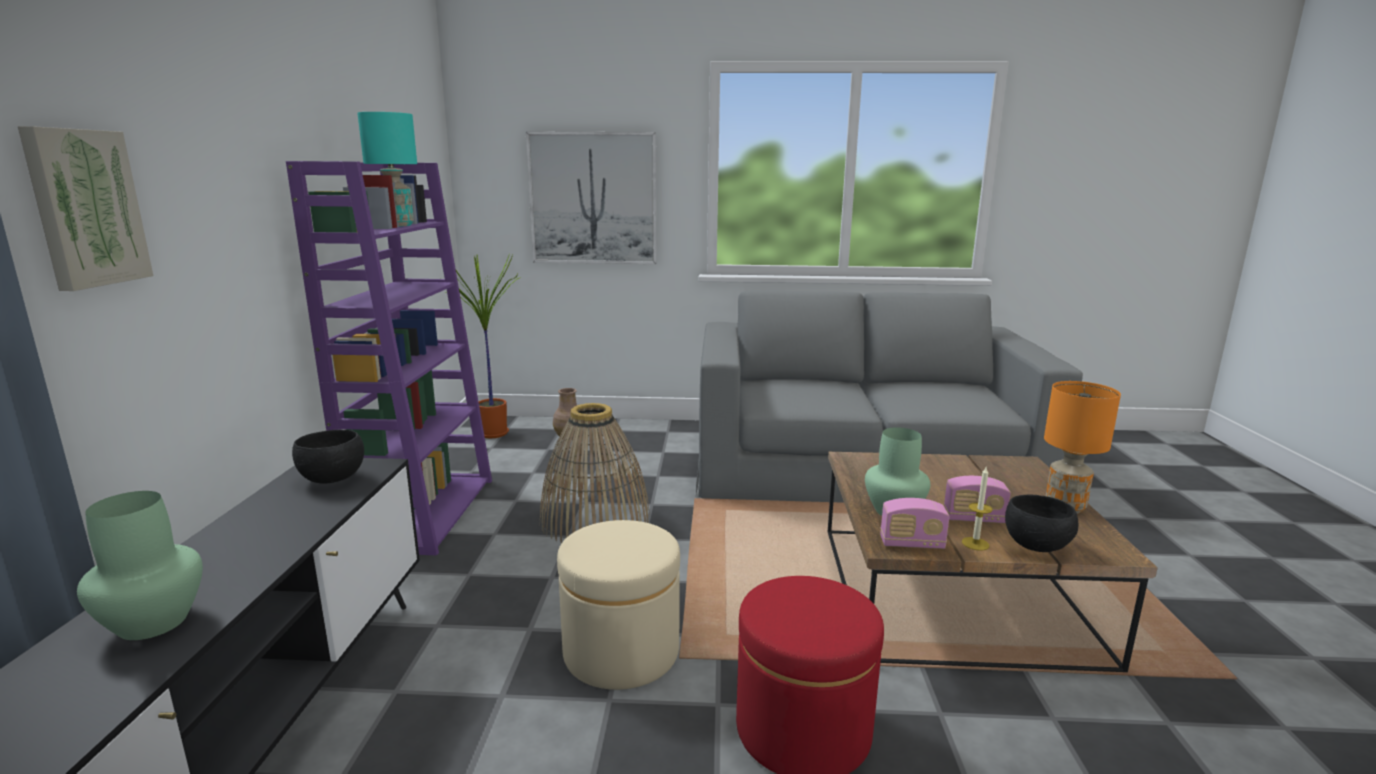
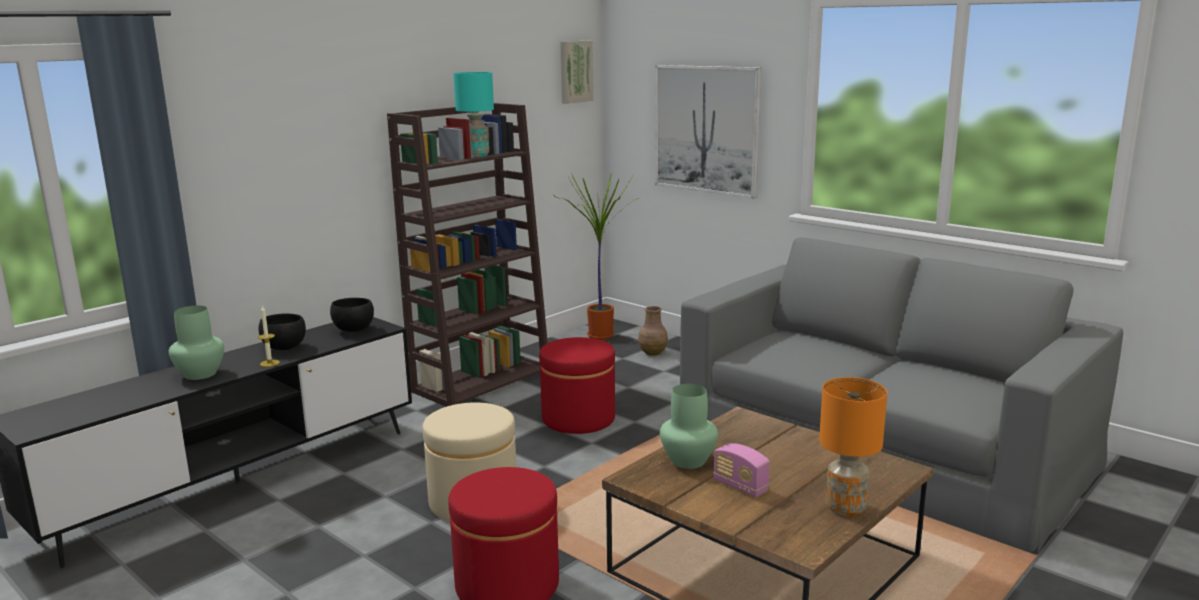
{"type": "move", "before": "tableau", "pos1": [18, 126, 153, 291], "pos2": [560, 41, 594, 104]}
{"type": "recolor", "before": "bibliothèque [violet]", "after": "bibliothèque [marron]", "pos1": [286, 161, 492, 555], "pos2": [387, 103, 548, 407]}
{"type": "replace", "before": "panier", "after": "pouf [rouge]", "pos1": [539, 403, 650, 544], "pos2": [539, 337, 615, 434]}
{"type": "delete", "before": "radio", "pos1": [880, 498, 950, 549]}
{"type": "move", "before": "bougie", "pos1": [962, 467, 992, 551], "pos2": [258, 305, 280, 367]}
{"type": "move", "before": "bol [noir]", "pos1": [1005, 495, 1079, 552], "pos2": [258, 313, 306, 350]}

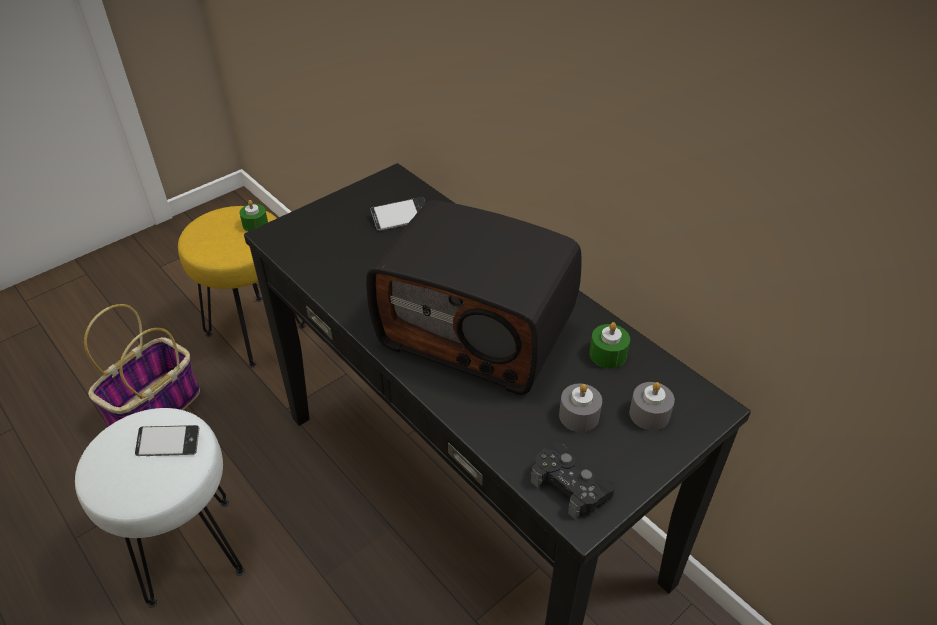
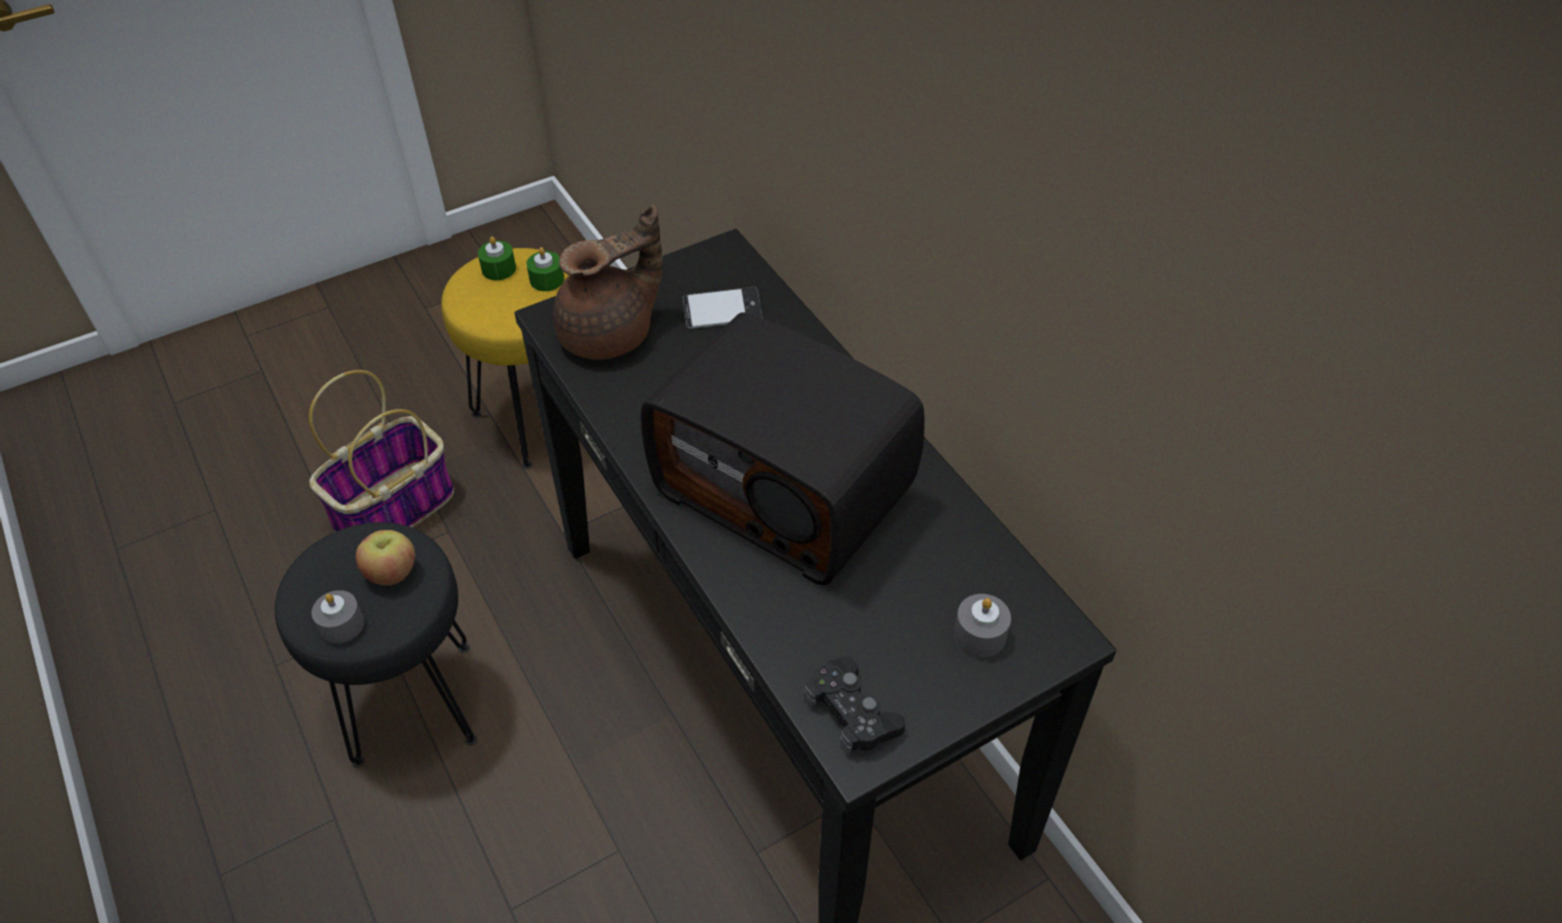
{"type": "recolor", "before": "tabouret [blanc]", "after": "tabouret [noir]", "pos1": [75, 408, 245, 608], "pos2": [275, 522, 477, 768]}
{"type": "replace", "before": "téléphone", "after": "pomme", "pos1": [135, 425, 199, 456], "pos2": [356, 530, 415, 585]}
{"type": "move", "before": "bougie [gris]", "pos1": [559, 383, 602, 432], "pos2": [312, 590, 364, 643]}
{"type": "move", "before": "bougie [vert]", "pos1": [589, 322, 630, 368], "pos2": [478, 236, 516, 280]}
{"type": "insert", "after": "théière [marron]", "pos2": [553, 205, 663, 360]}

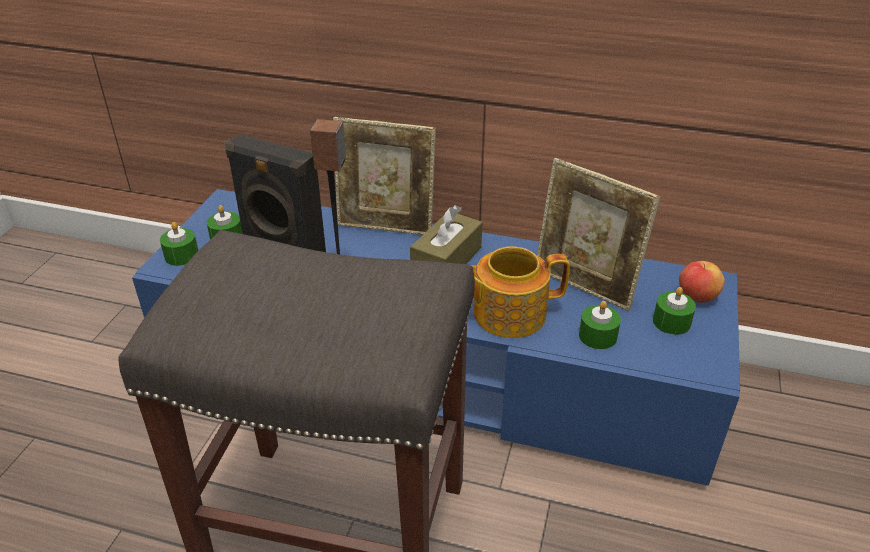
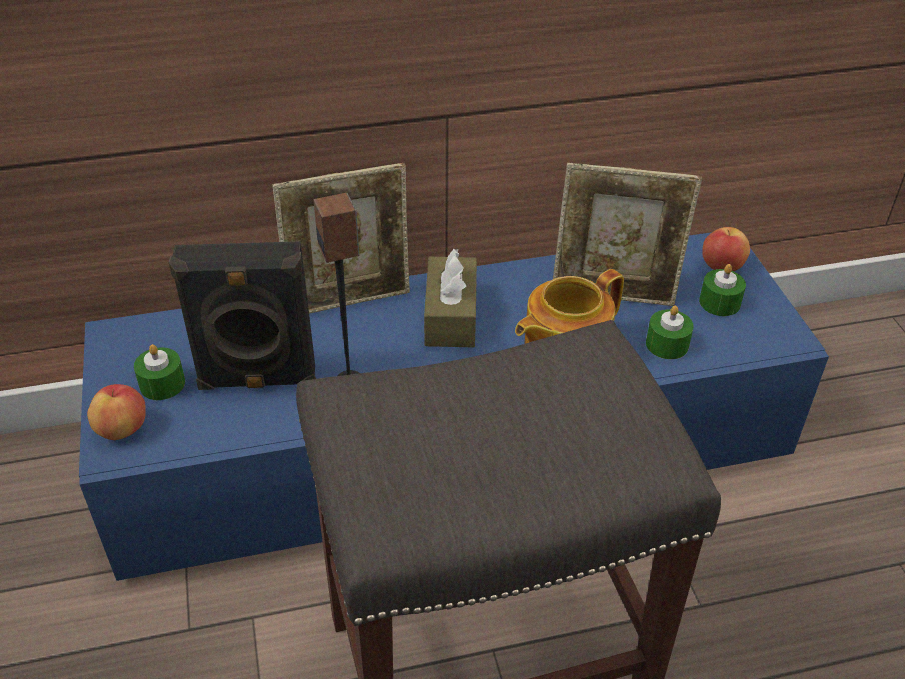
{"type": "replace", "before": "bougie [vert]", "after": "pomme", "pos1": [160, 222, 198, 266], "pos2": [87, 384, 146, 440]}

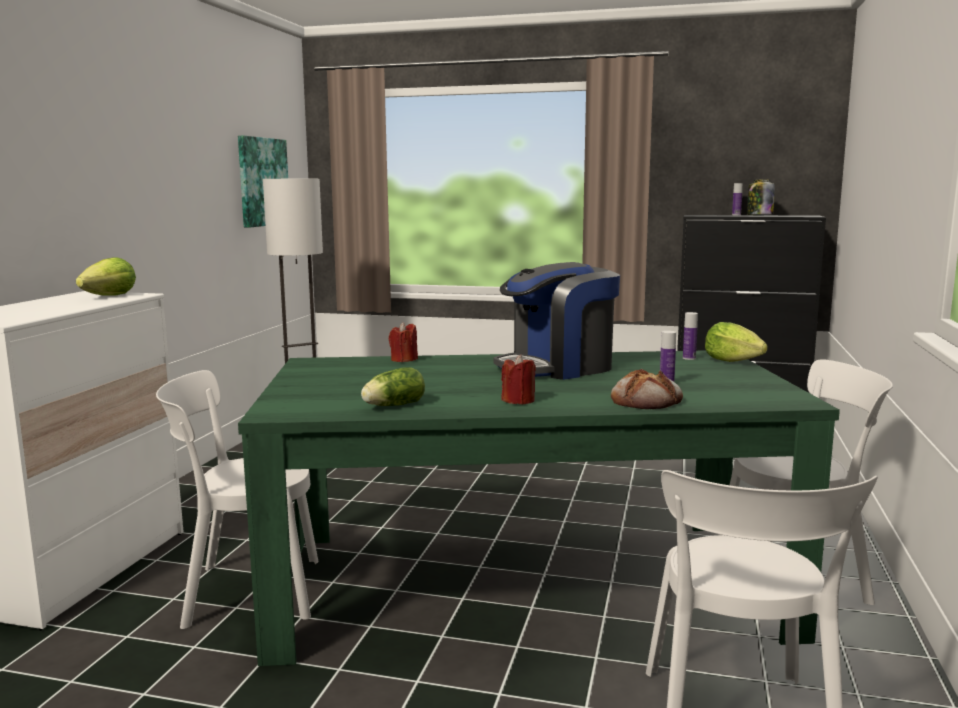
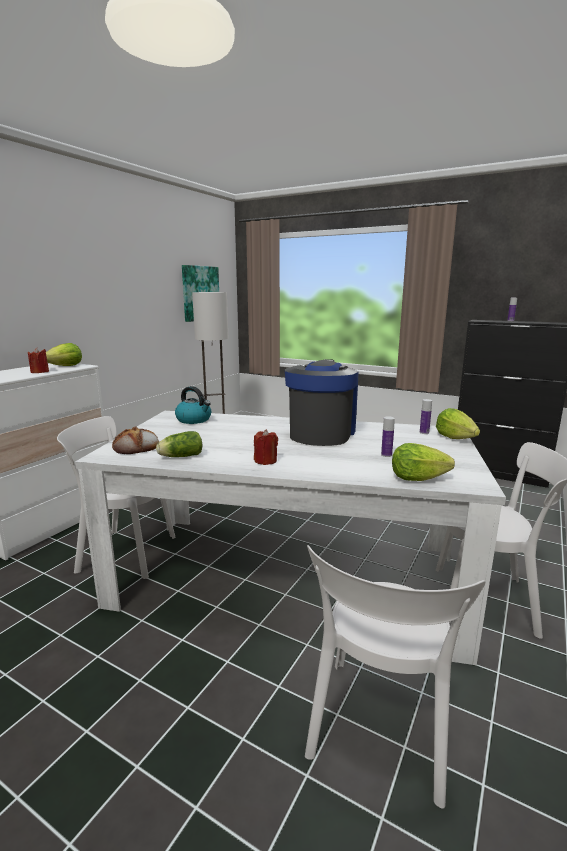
{"type": "recolor", "before": "table à manger [vert]", "after": "table à manger [blanc]", "pos1": [238, 350, 840, 666], "pos2": [75, 411, 506, 665]}
{"type": "move", "before": "bougie [rouge]", "pos1": [389, 322, 418, 362], "pos2": [28, 348, 49, 373]}
{"type": "rotate", "before": "machine à café", "pos1": [493, 262, 620, 380], "pos2": [285, 359, 358, 446], "turn": 120}
{"type": "move", "before": "pain", "pos1": [611, 369, 683, 409], "pos2": [112, 426, 159, 454]}
{"type": "delete", "before": "bocal", "pos1": [747, 179, 775, 215]}
{"type": "insert", "after": "bouilloire", "pos2": [175, 386, 211, 424]}
{"type": "insert", "after": "laitue", "pos2": [392, 443, 455, 481]}

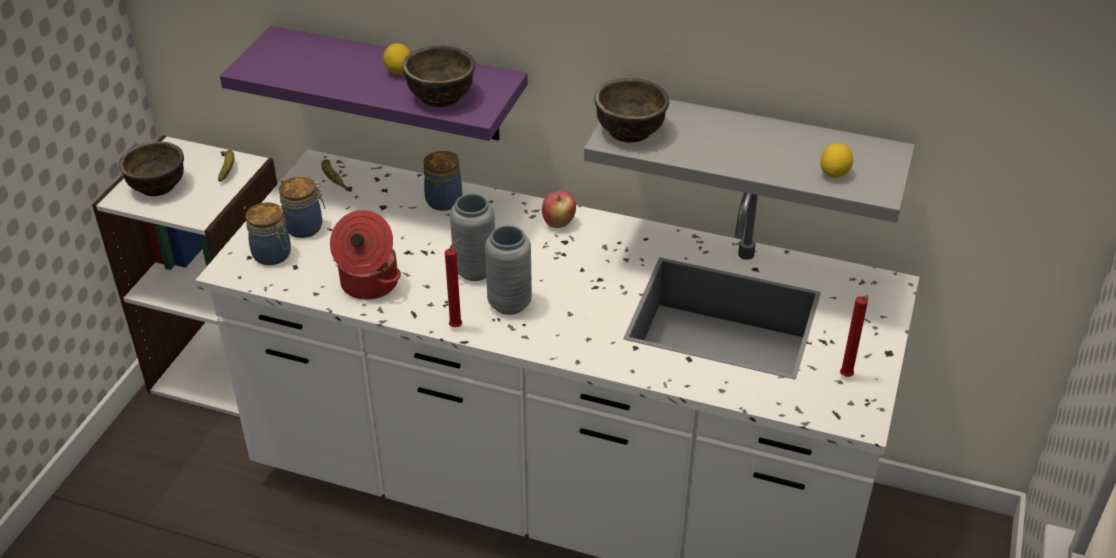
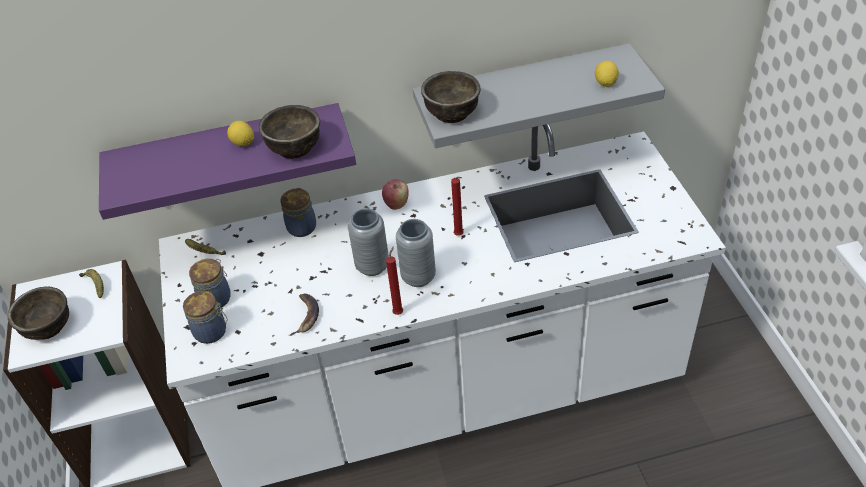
{"type": "replace", "before": "marmite", "after": "banane", "pos1": [330, 210, 401, 300], "pos2": [289, 294, 319, 336]}
{"type": "move", "before": "bougie [rouge]", "pos1": [840, 296, 869, 377], "pos2": [451, 177, 464, 236]}

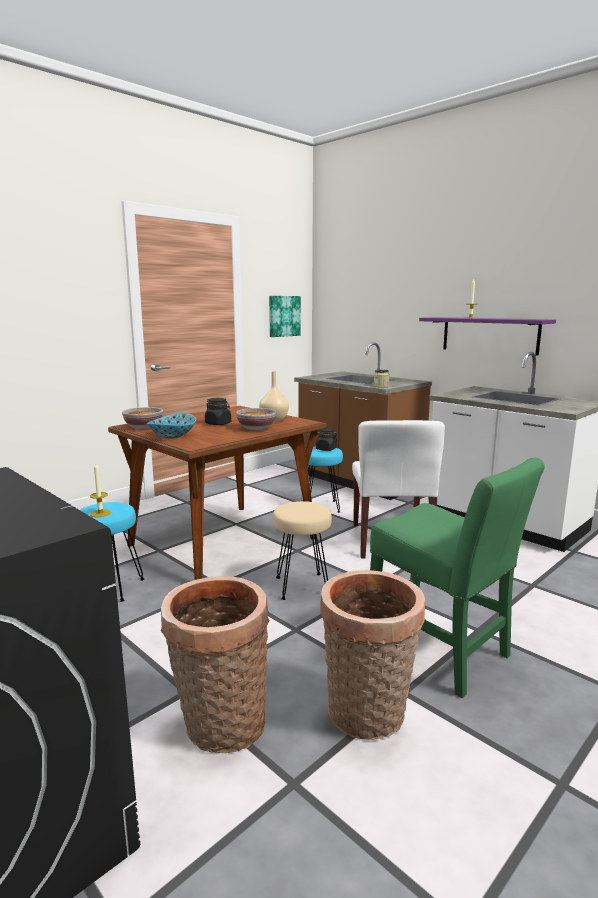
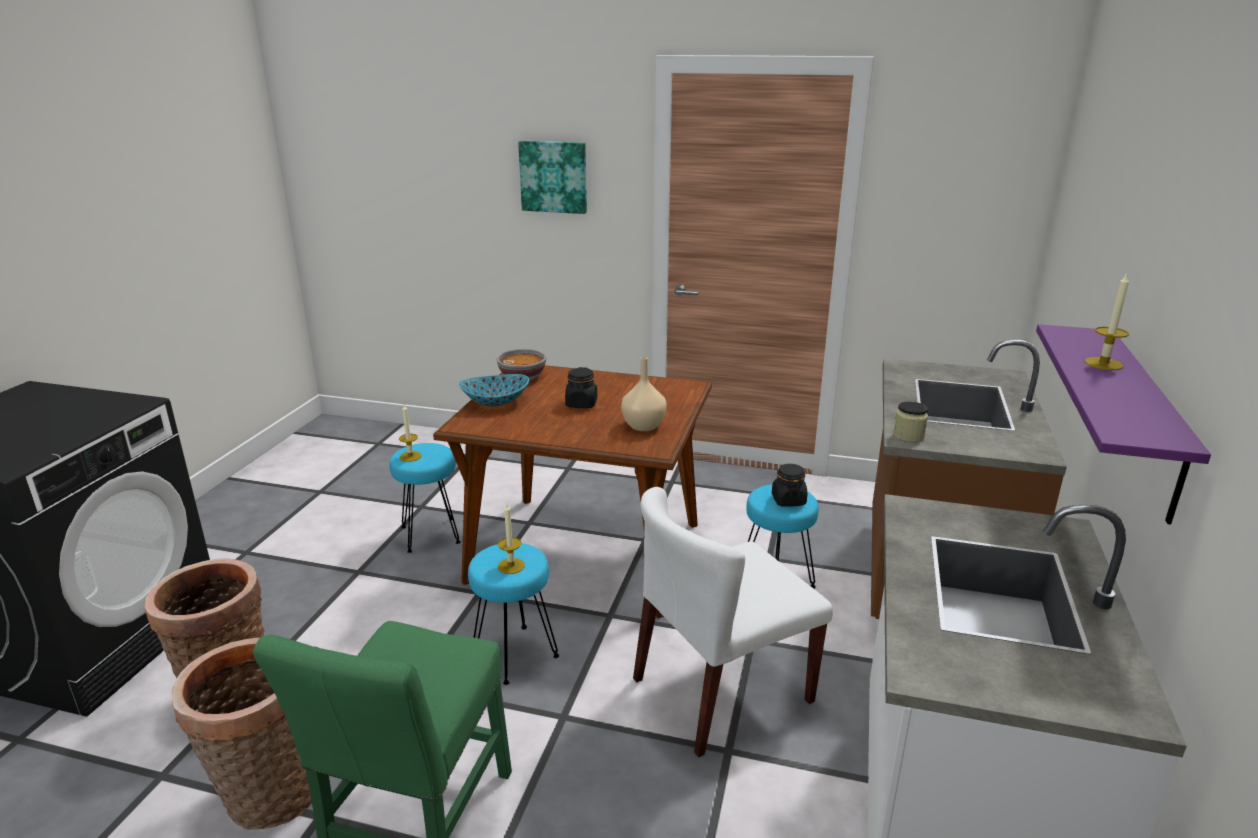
{"type": "delete", "before": "bol", "pos1": [236, 408, 276, 430]}
{"type": "move", "before": "tableau", "pos1": [269, 296, 301, 337], "pos2": [518, 141, 587, 214]}
{"type": "recolor", "before": "tabouret [beige]", "after": "tabouret [turquoise]", "pos1": [273, 501, 332, 600], "pos2": [468, 543, 559, 685]}
{"type": "insert", "after": "bougie", "pos2": [498, 504, 525, 574]}

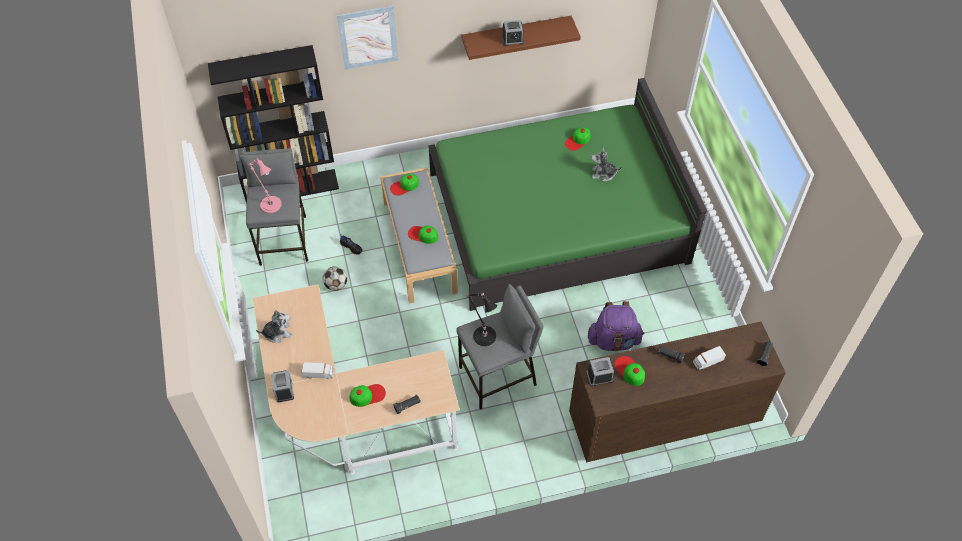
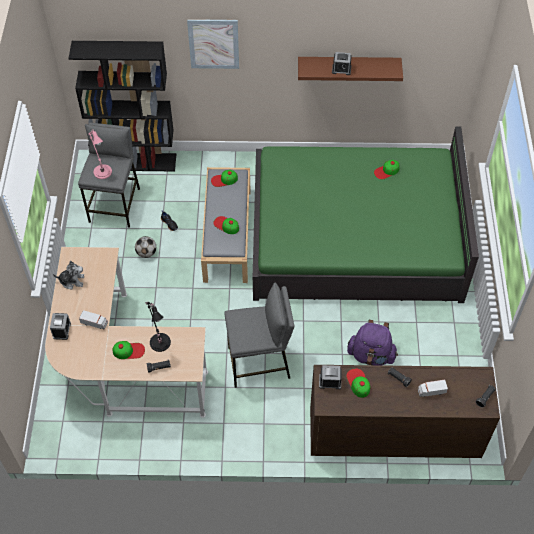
{"type": "move", "before": "lampe de table [noir]", "pos1": [466, 293, 497, 346], "pos2": [145, 302, 171, 352]}
{"type": "delete", "before": "peluche", "pos1": [591, 147, 622, 182]}

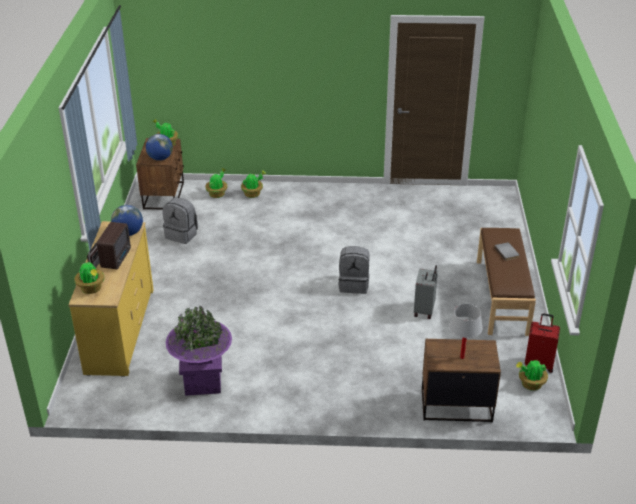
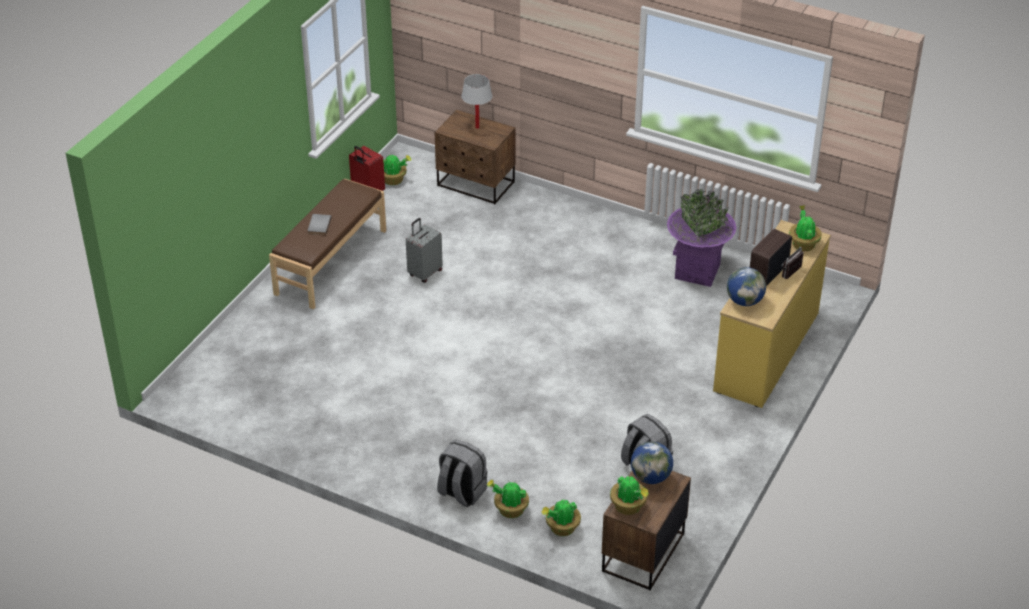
{"type": "move", "before": "sac à dos [gris]", "pos1": [339, 246, 370, 294], "pos2": [437, 440, 488, 507]}

